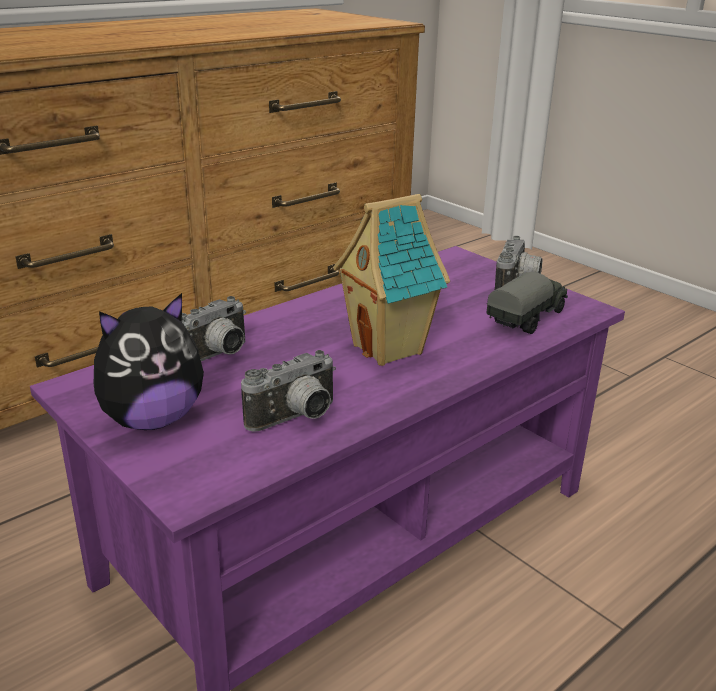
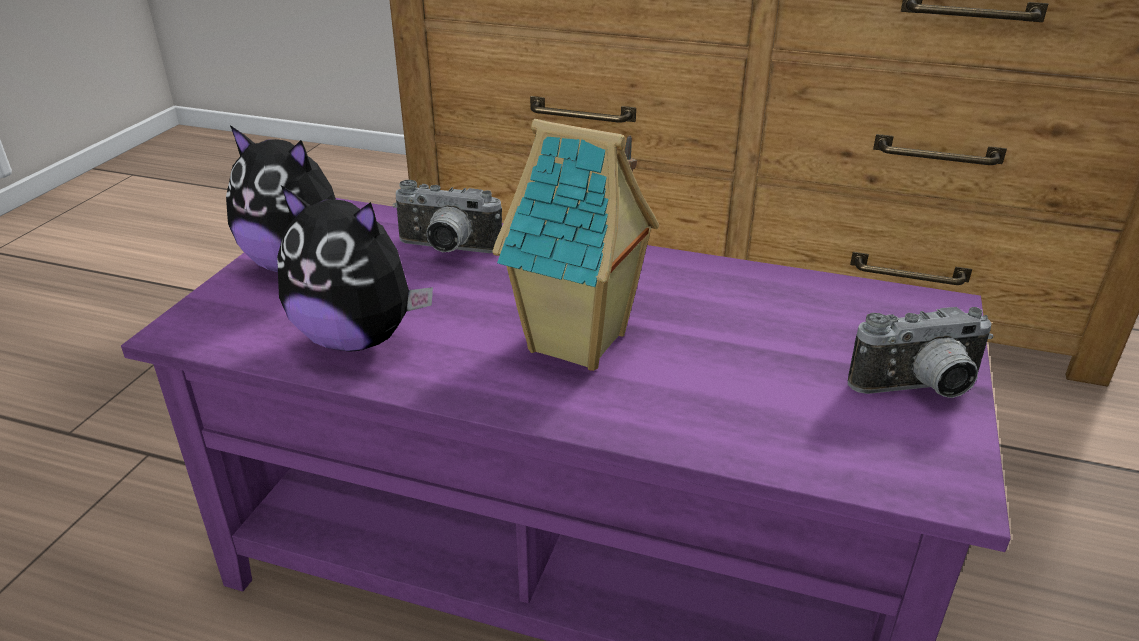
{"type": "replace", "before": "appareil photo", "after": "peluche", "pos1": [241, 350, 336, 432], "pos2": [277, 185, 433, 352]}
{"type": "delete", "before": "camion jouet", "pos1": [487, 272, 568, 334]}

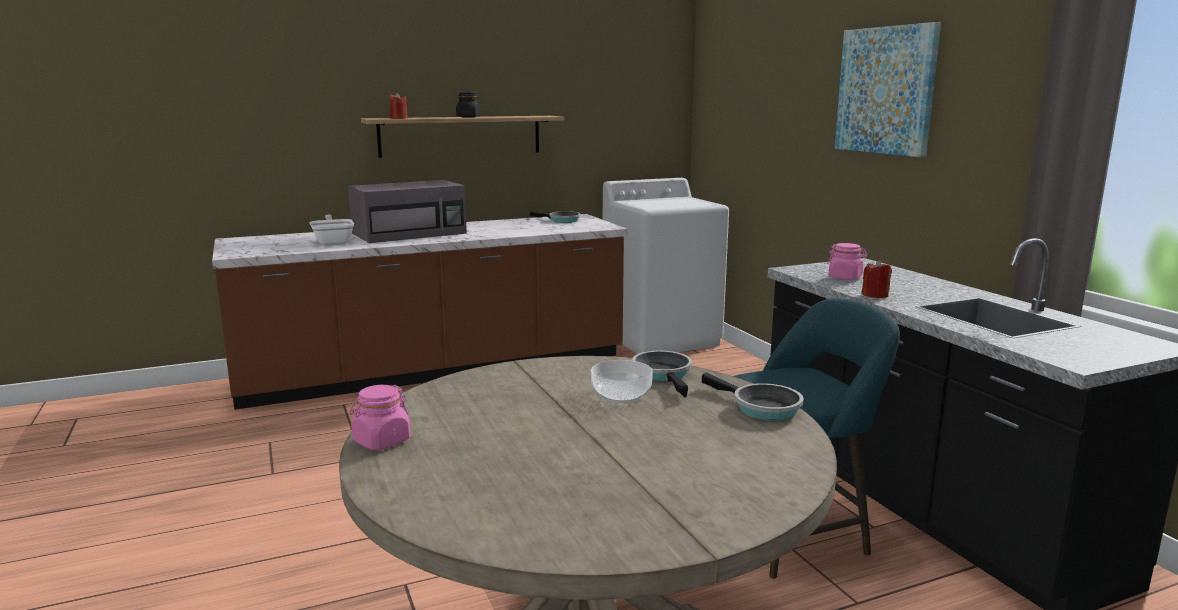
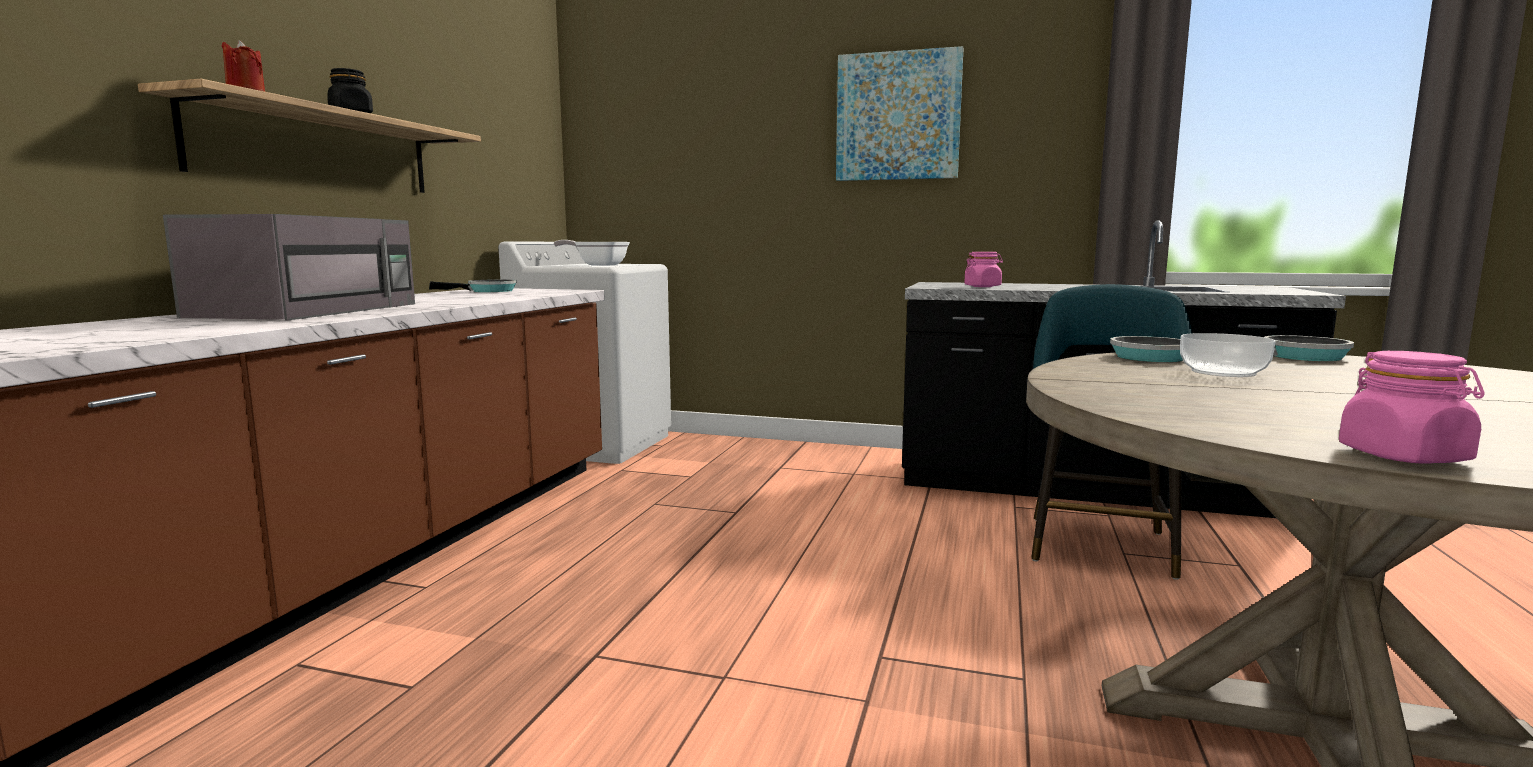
{"type": "move", "before": "poêle", "pos1": [309, 215, 354, 246], "pos2": [554, 240, 630, 266]}
{"type": "delete", "before": "bougie [rouge]", "pos1": [861, 260, 892, 298]}

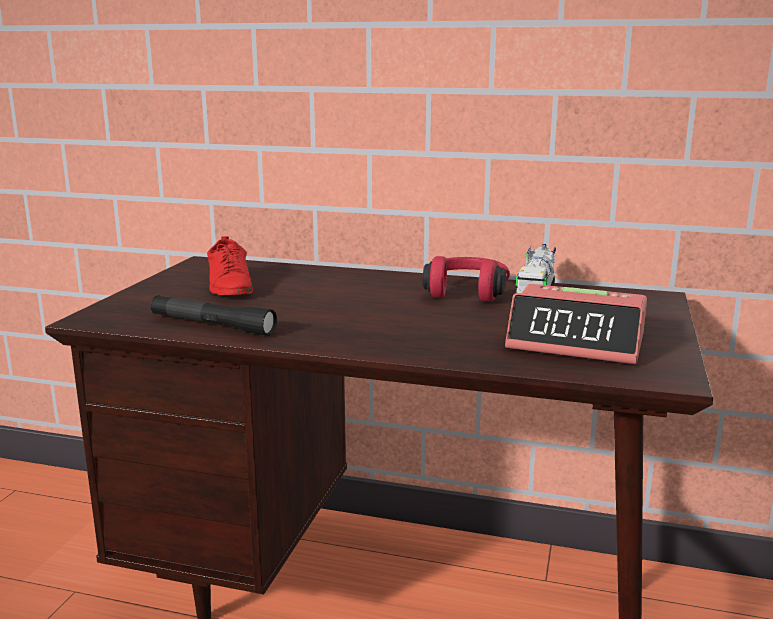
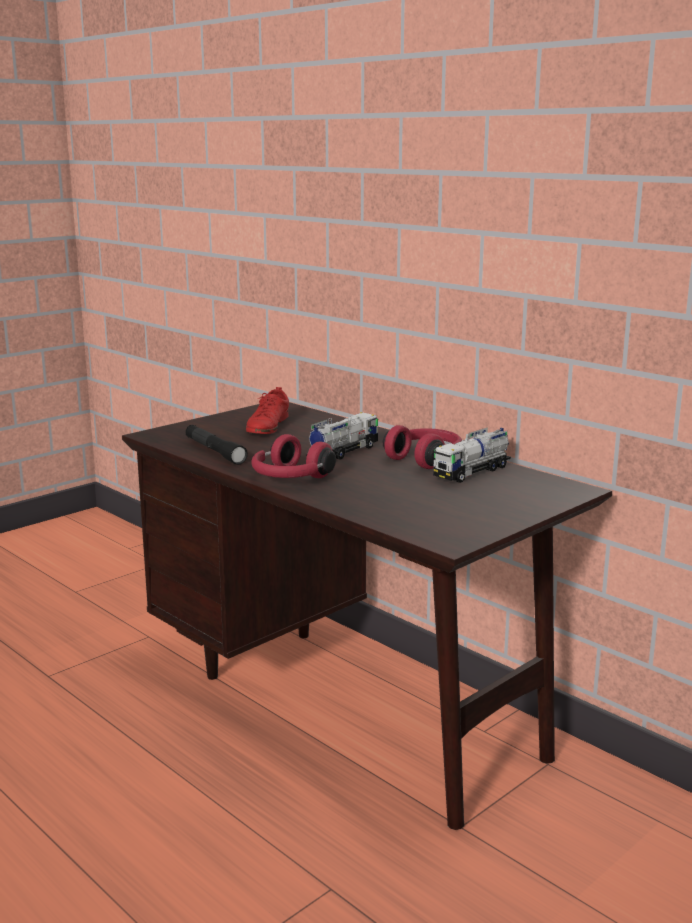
{"type": "delete", "before": "réveil", "pos1": [505, 284, 647, 364]}
{"type": "insert", "after": "casque audio [rouge]", "pos2": [251, 434, 336, 478]}
{"type": "insert", "after": "camion jouet", "pos2": [306, 412, 378, 460]}

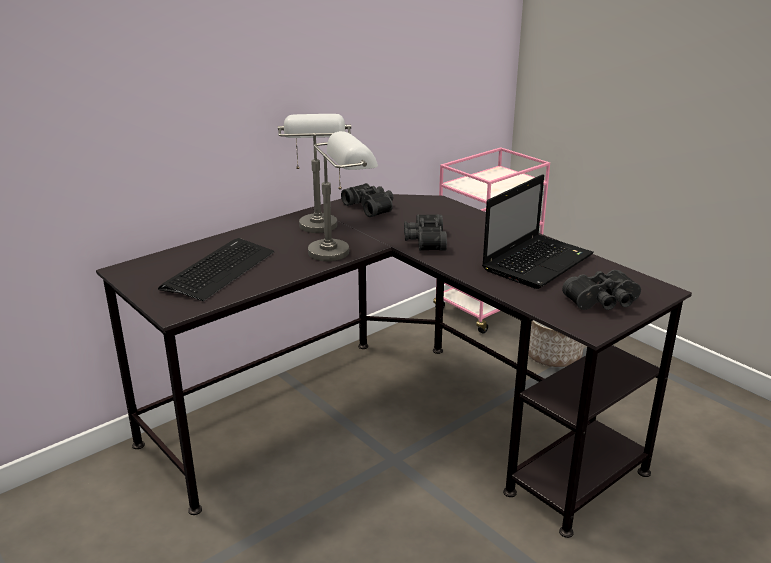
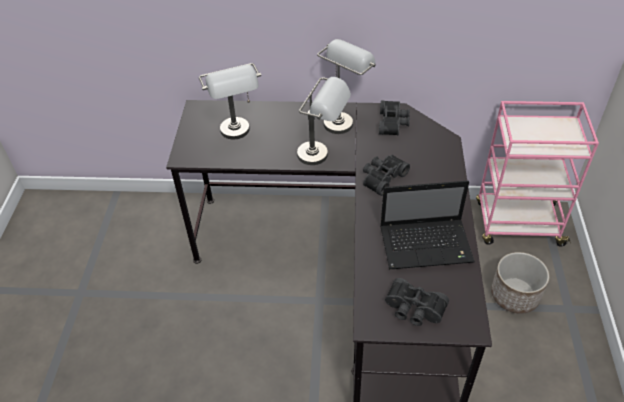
{"type": "replace", "before": "clavier", "after": "lampe de table [gris]", "pos1": [158, 238, 274, 301], "pos2": [199, 63, 261, 139]}

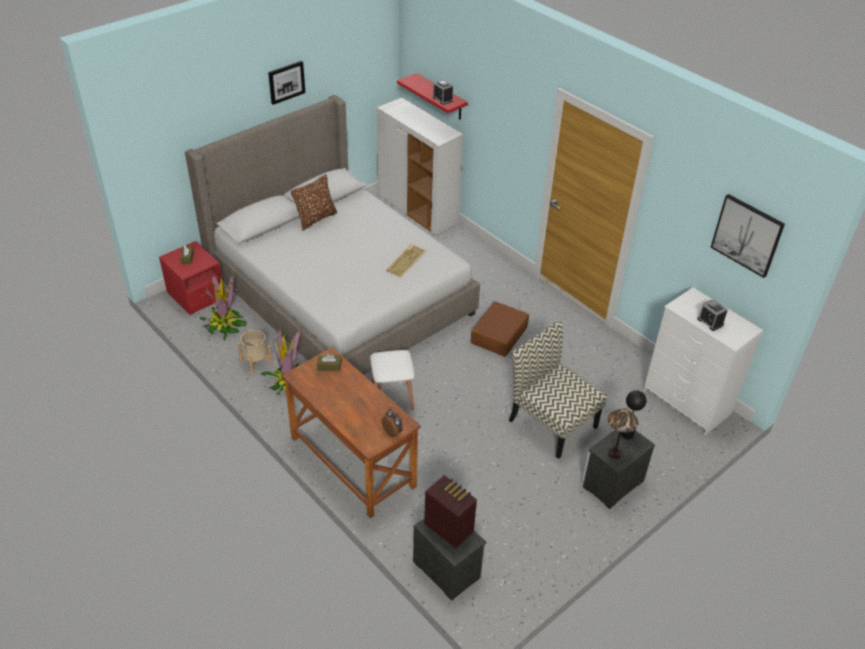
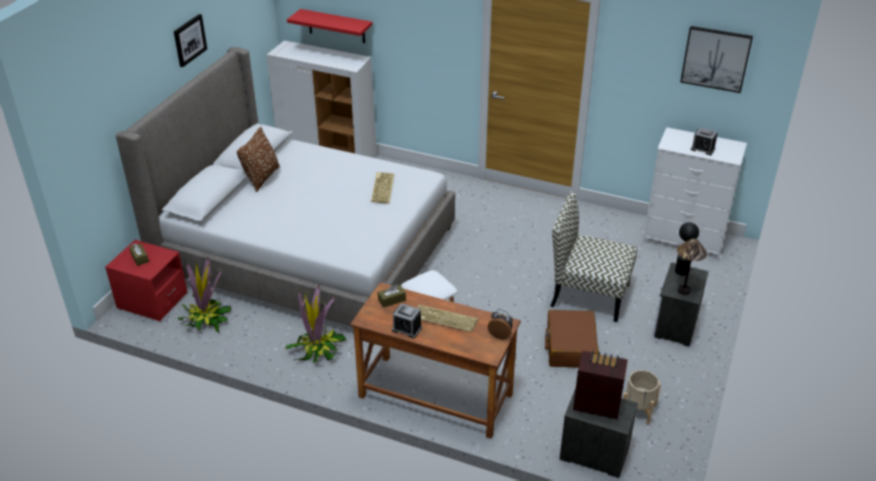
{"type": "move", "before": "cache-pot [beige]", "pos1": [237, 330, 273, 375], "pos2": [623, 370, 661, 425]}
{"type": "move", "before": "réveil", "pos1": [432, 80, 453, 105], "pos2": [392, 303, 422, 338]}
{"type": "move", "before": "valise [marron]", "pos1": [471, 301, 529, 357], "pos2": [545, 310, 599, 368]}
{"type": "insert", "after": "clavier", "pos2": [417, 305, 478, 332]}

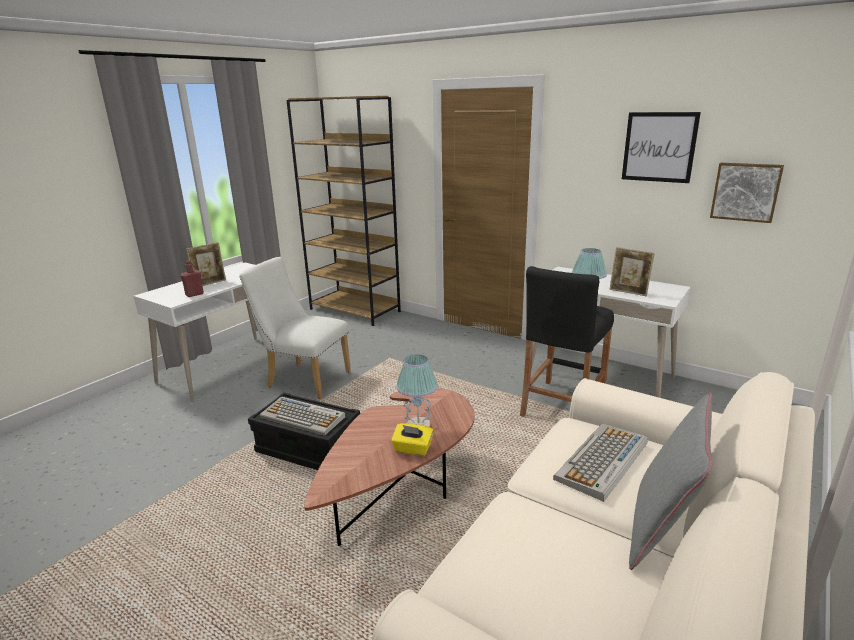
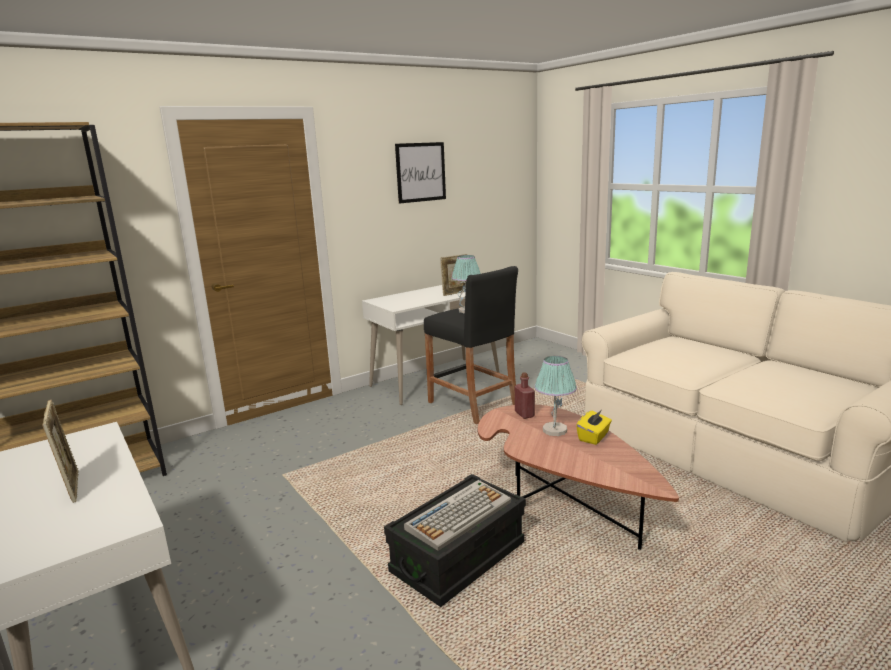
{"type": "move", "before": "bouteille [rouge]", "pos1": [181, 260, 204, 297], "pos2": [515, 372, 535, 419]}
{"type": "delete", "before": "chaise [blanc]", "pos1": [239, 257, 351, 399]}
{"type": "delete", "before": "clavier", "pos1": [553, 423, 648, 502]}
{"type": "delete", "before": "coussin [gris]", "pos1": [629, 392, 712, 570]}
{"type": "delete", "before": "tableau", "pos1": [710, 163, 784, 223]}

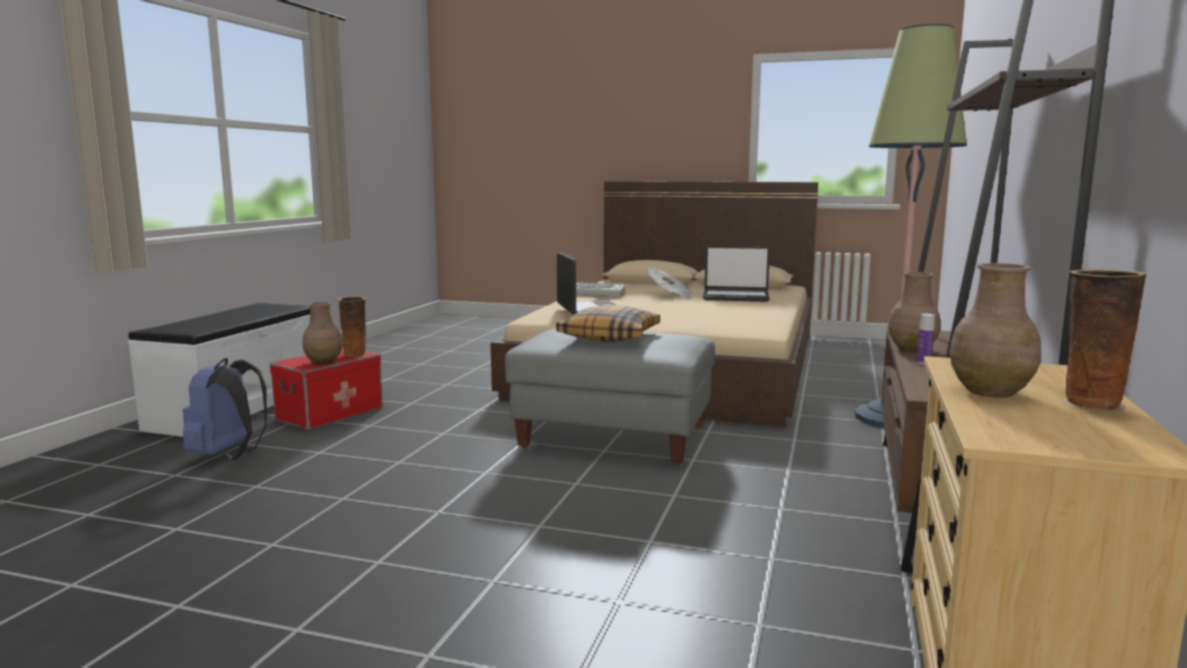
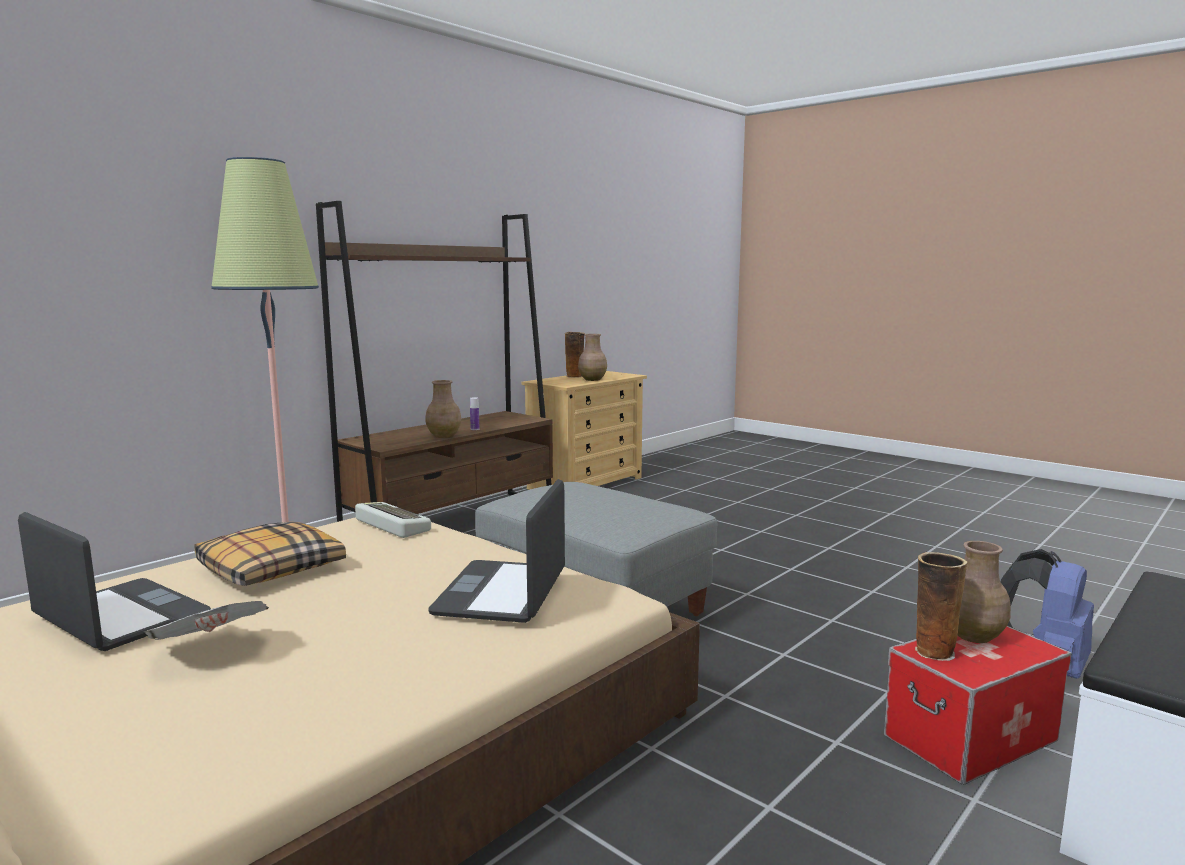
{"type": "move", "before": "coussin", "pos1": [556, 305, 660, 342], "pos2": [194, 522, 346, 586]}
{"type": "move", "before": "clavier", "pos1": [576, 282, 625, 298], "pos2": [355, 502, 431, 538]}

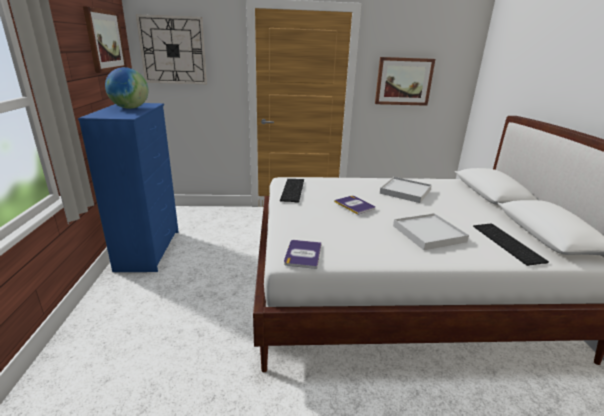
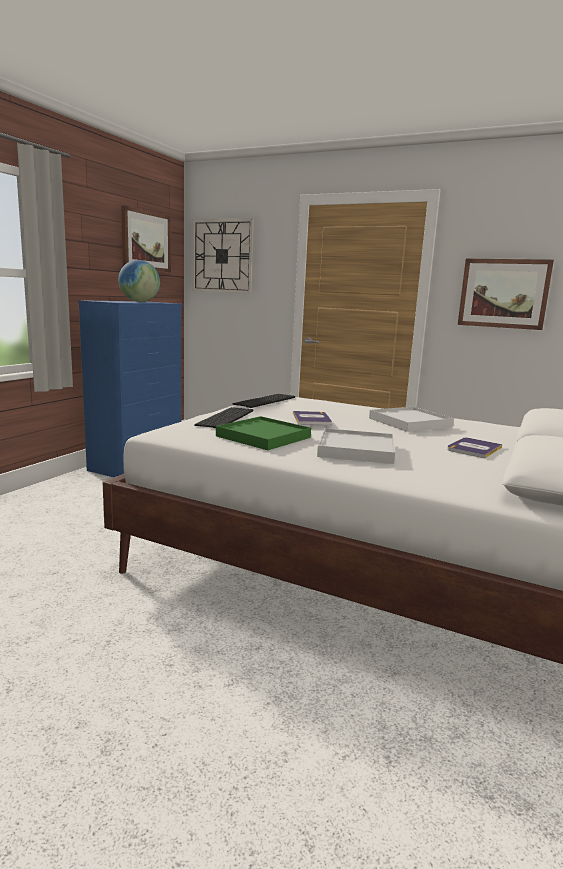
{"type": "move", "before": "livre", "pos1": [284, 240, 322, 269], "pos2": [447, 438, 502, 458]}
{"type": "move", "before": "clavier", "pos1": [473, 223, 549, 266], "pos2": [194, 407, 253, 428]}
{"type": "insert", "after": "plateau [vert]", "pos2": [216, 416, 311, 450]}

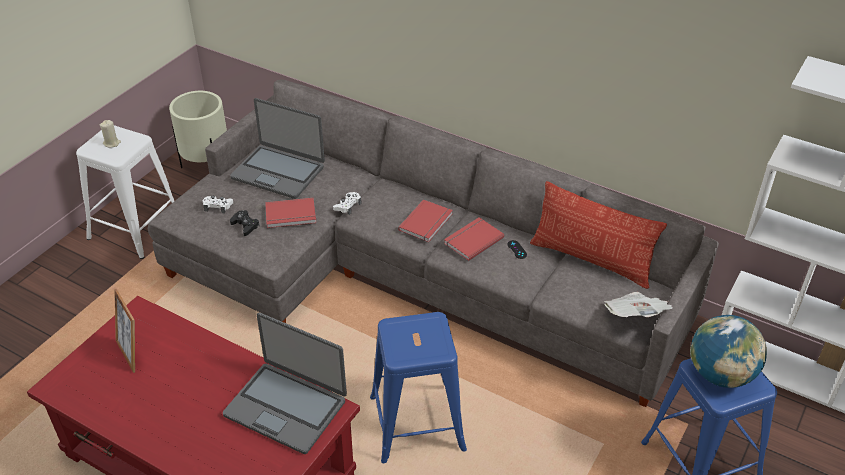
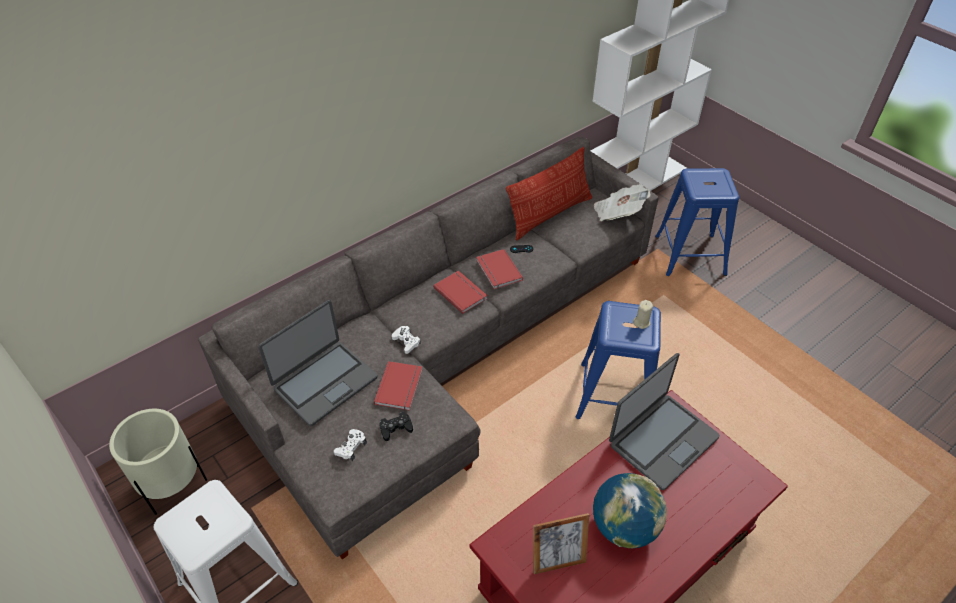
{"type": "move", "before": "bougie [beige]", "pos1": [100, 120, 121, 147], "pos2": [633, 300, 653, 329]}
{"type": "move", "before": "globe", "pos1": [690, 315, 767, 388], "pos2": [593, 473, 667, 549]}

